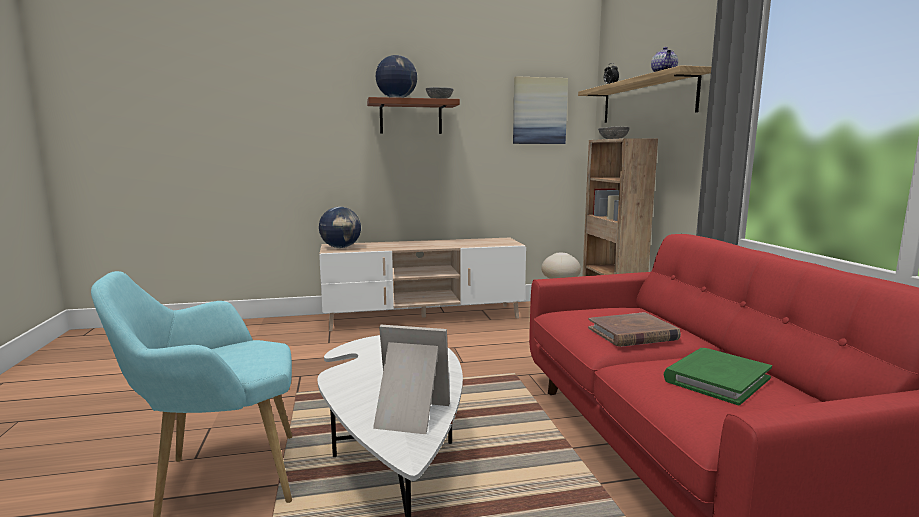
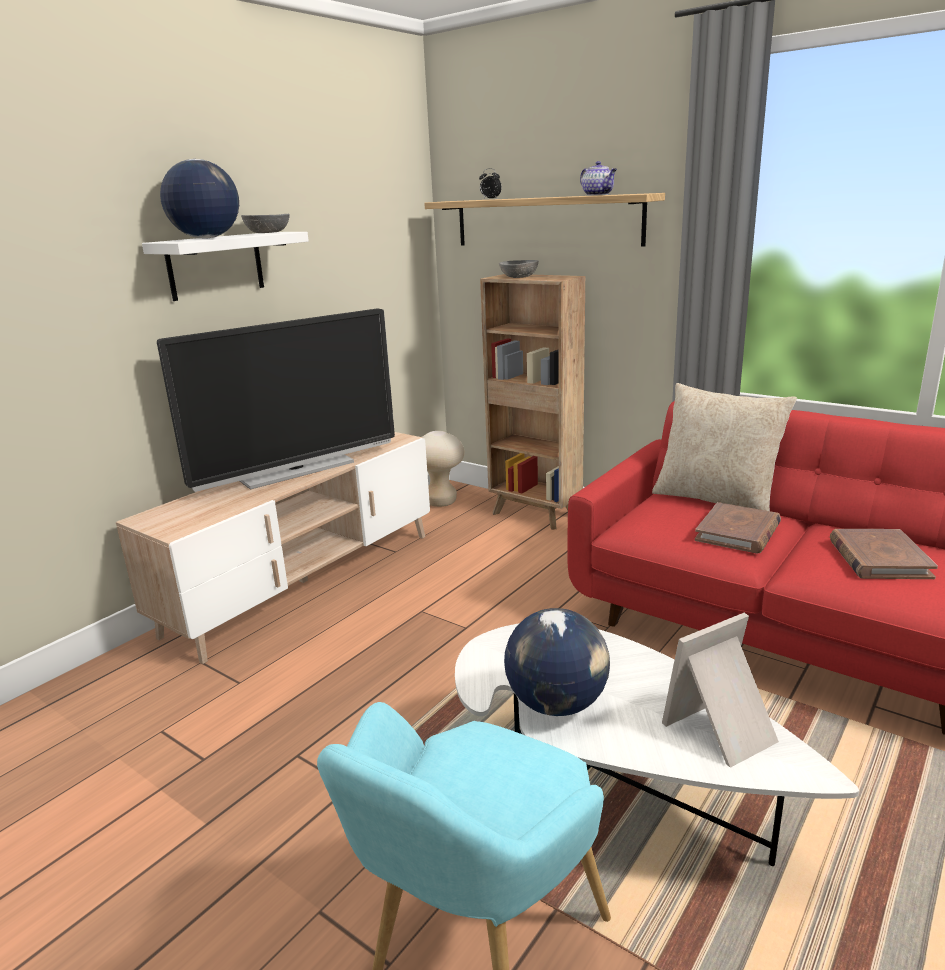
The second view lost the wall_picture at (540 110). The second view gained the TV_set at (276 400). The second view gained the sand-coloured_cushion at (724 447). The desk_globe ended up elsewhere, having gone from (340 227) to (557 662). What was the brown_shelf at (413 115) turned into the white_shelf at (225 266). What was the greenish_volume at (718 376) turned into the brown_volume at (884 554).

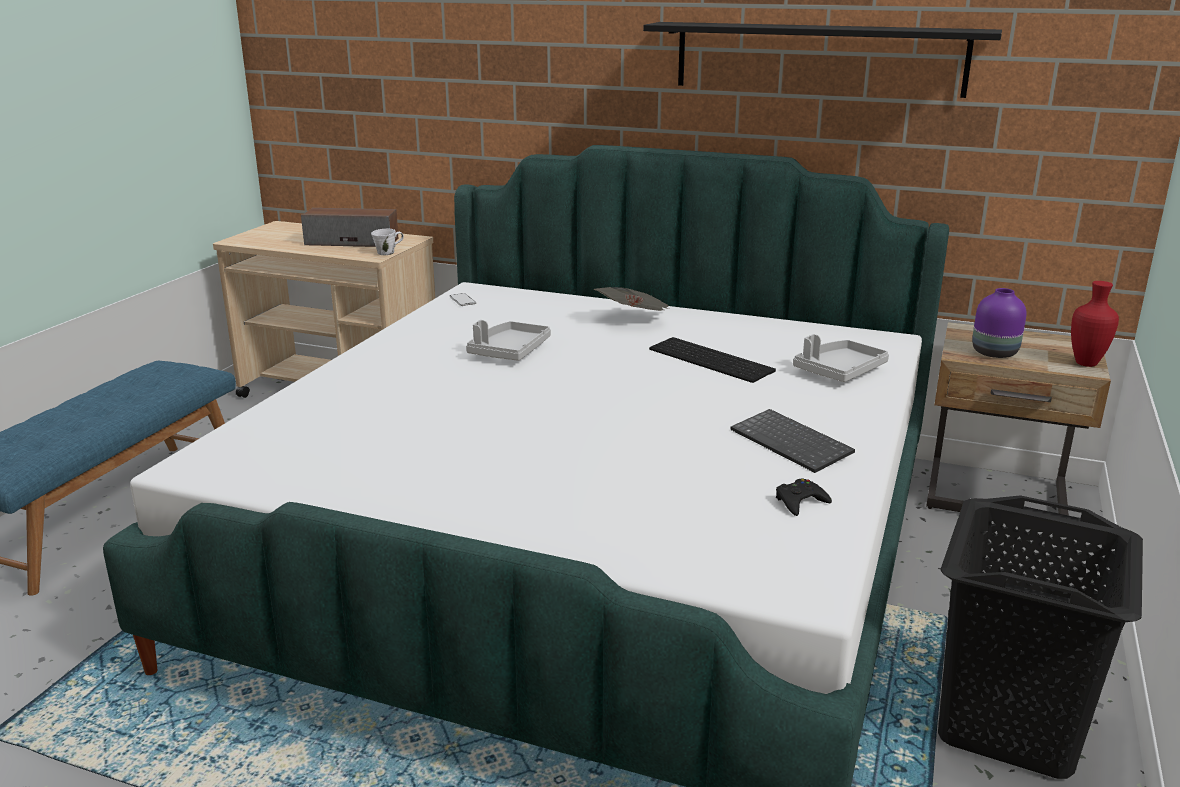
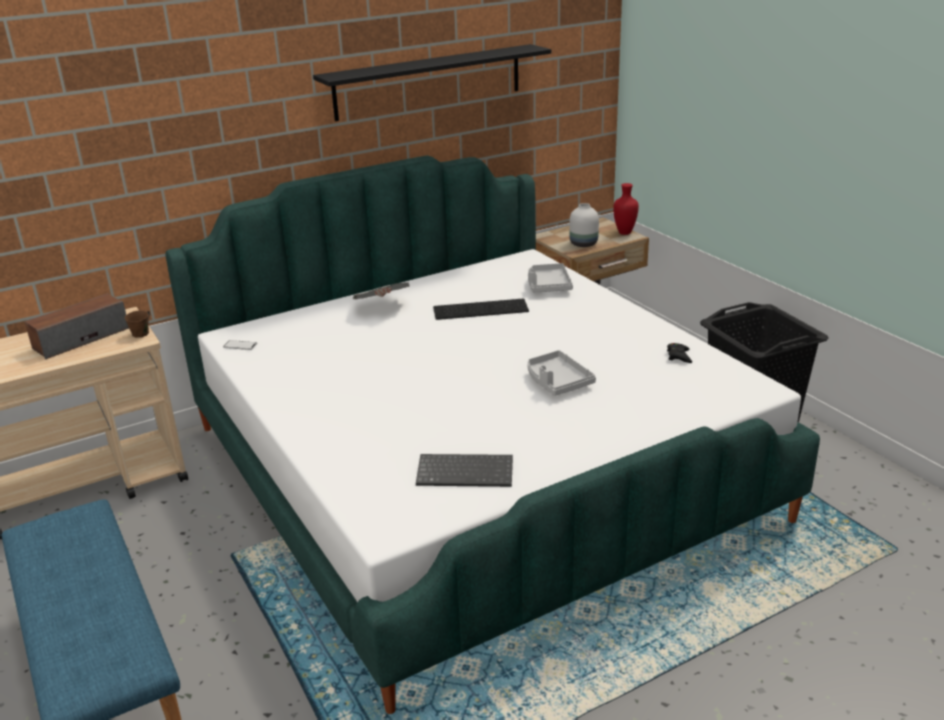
The greyish_serving_tray ended up elsewhere, having gone from (508 340) to (561 373). The keyboard ended up elsewhere, having gone from (793 441) to (464 470). What was the white_tea_mug at (387 242) turned into the brown_tea_mug at (137 324). What was the purplish_flower_vase at (999 323) turned into the white_flower_vase at (584 225).

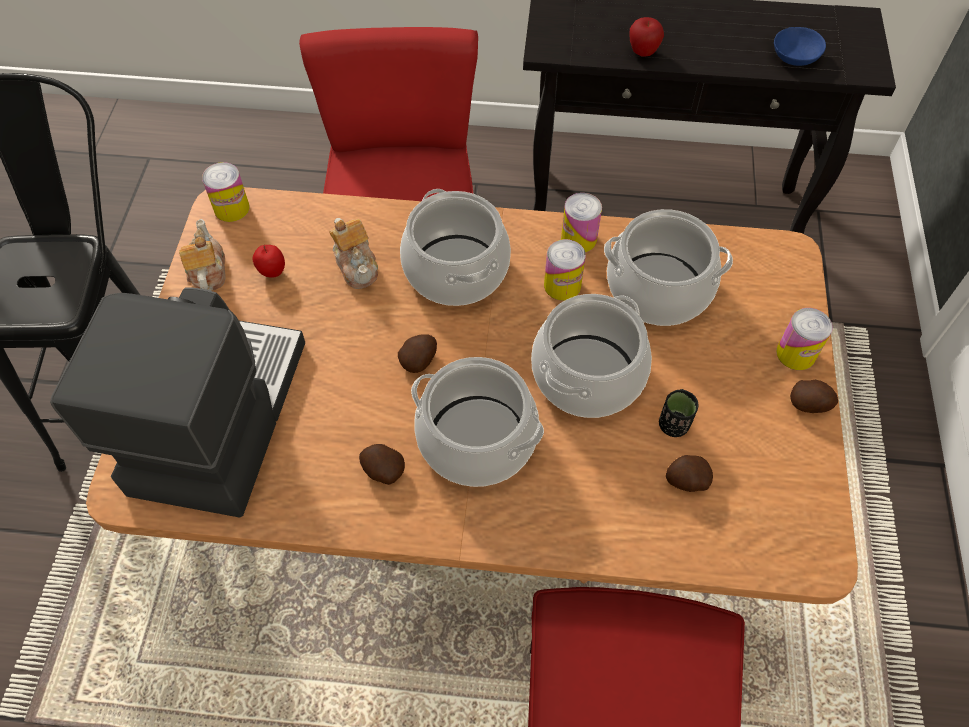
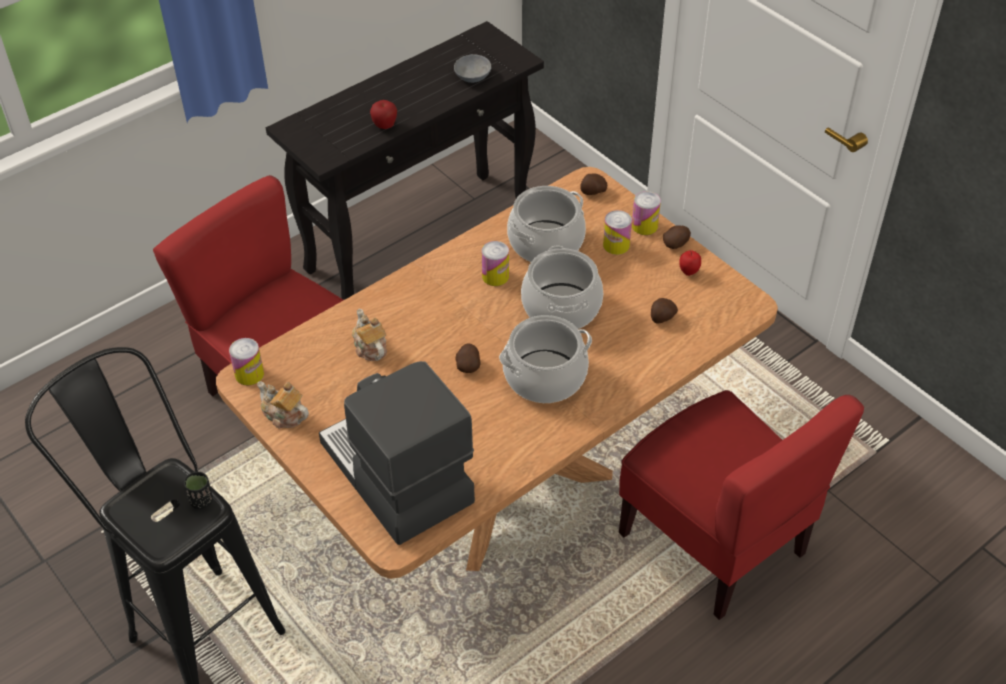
The second view lost the cooking_pot at (455 247). The apple ended up elsewhere, having gone from (268 261) to (690 263). The potato ended up elsewhere, having gone from (382 464) to (593 184). The sealed_can ended up elsewhere, having gone from (581 222) to (617 232). The black_cup ended up elsewhere, having gone from (679 413) to (198 490). What was the bluish_serving_bowl at (800 46) turned into the greyish_serving_bowl at (472 68). The teapot at (353 253) ended up facing another way, 135 degrees counterclockwise from before.

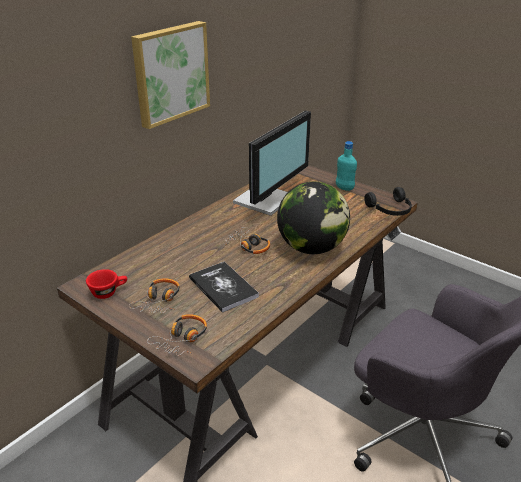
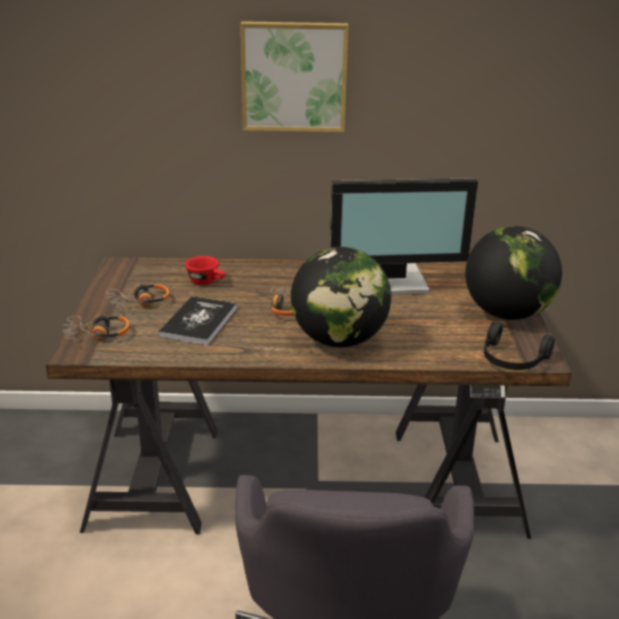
The red_cup ended up elsewhere, having gone from (106 284) to (205 270). Where the turquoise_bottle stood at (346 166), the desk_globe came to stand at (513 273).

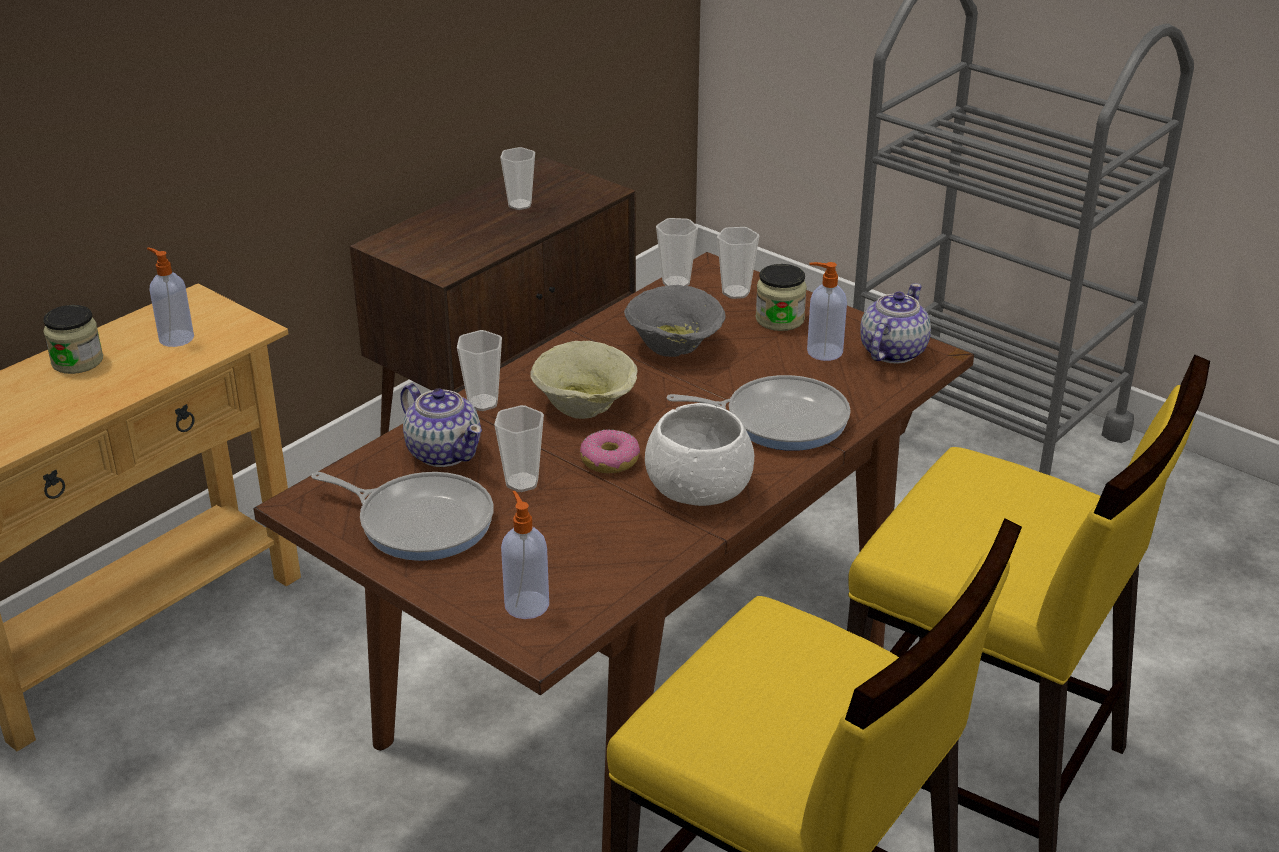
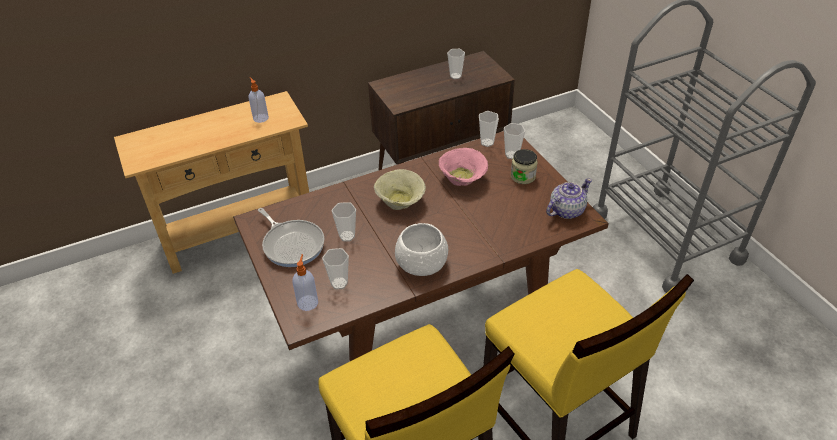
The second view lost the jar at (73 339). The second view lost the teapot at (441 425). The second view lost the donut at (610 451). The second view lost the skillet at (758 413). The second view lost the soap_dispenser at (827 311). The cup ended up elsewhere, having gone from (479 370) to (335 269). What was the greyish_serving_bowl at (675 321) turned into the pink_serving_bowl at (463 167).

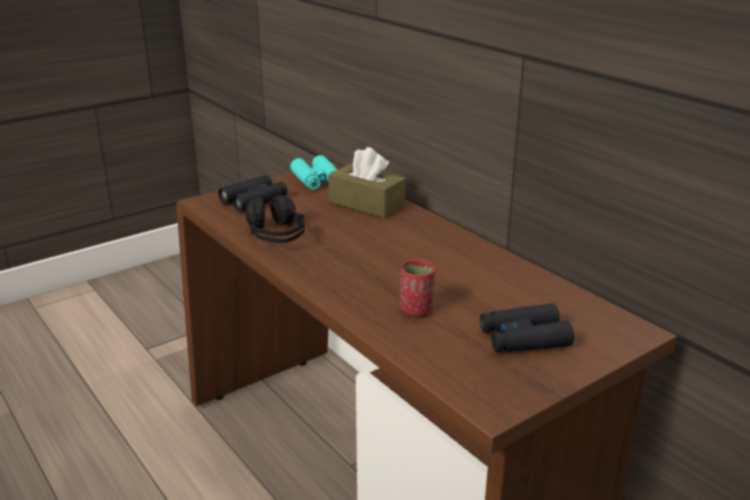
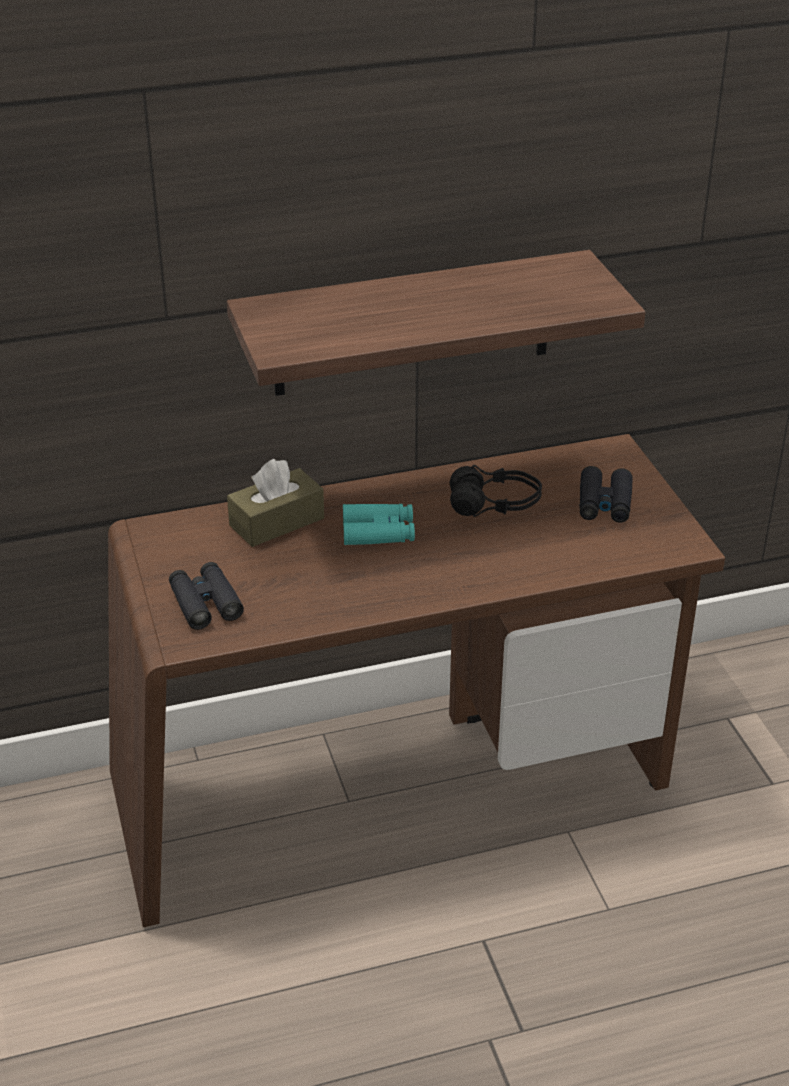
The second view lost the red_cup at (417 287). The second view gained the shelf at (436 323). The black_pair_of_headphones ended up elsewhere, having gone from (275 219) to (495 491). The turquoise_field_glasses ended up elsewhere, having gone from (313 172) to (379 524).

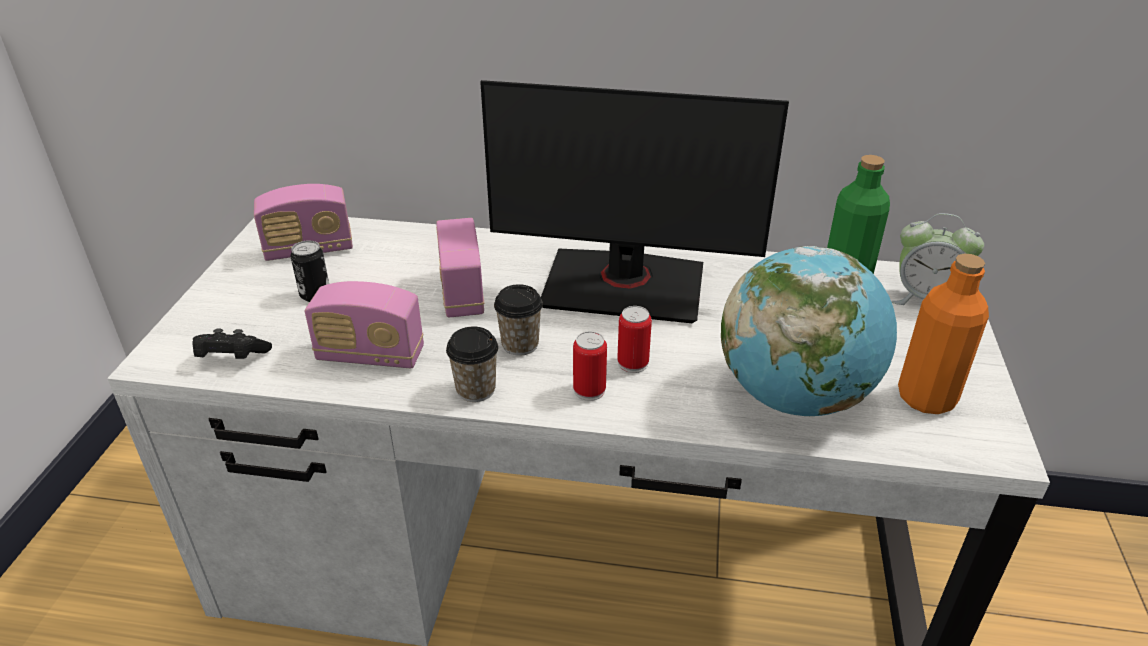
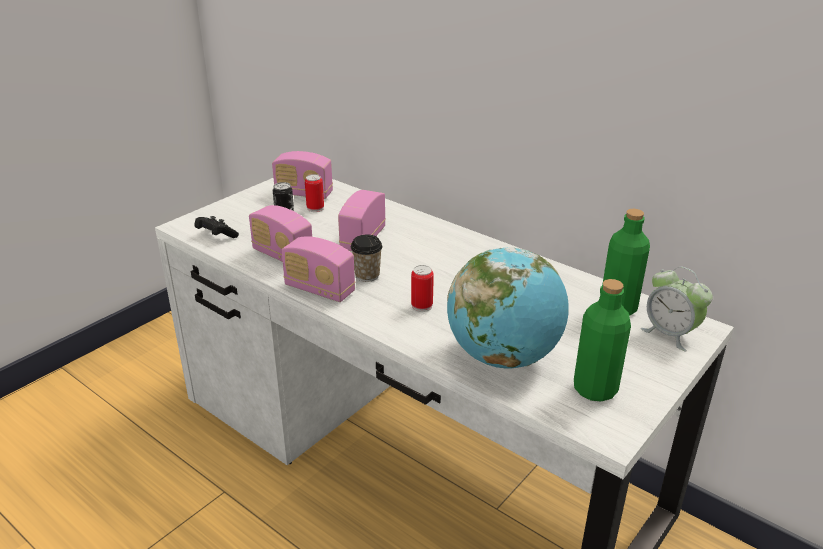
The second view lost the monitor at (634 201). The sealed_can ended up elsewhere, having gone from (590 366) to (314 193). Where the cup stood at (472 364), the radio came to stand at (318 269). What was the orange_bottle at (943 334) turned into the greenish_bottle at (602 340).

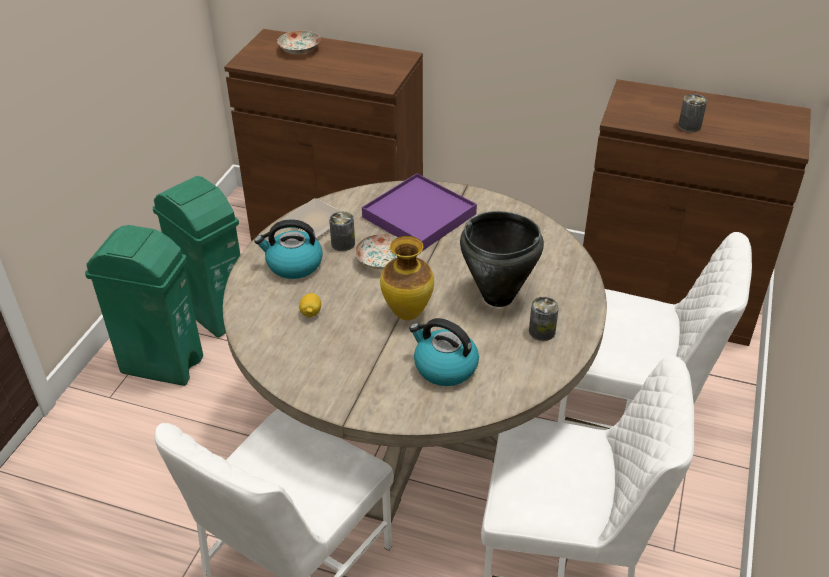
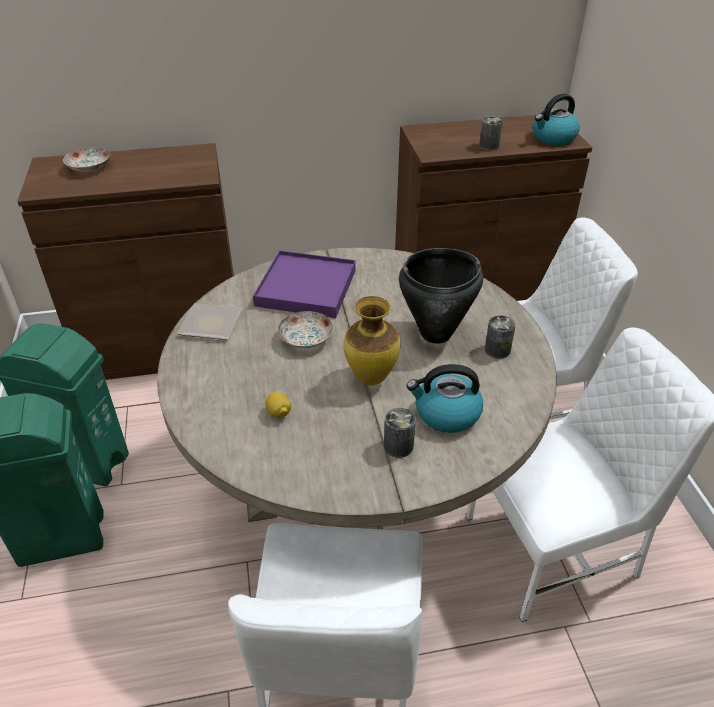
The tea_kettle ended up elsewhere, having gone from (288 249) to (556 119). The sealed_can ended up elsewhere, having gone from (342 231) to (400 433).

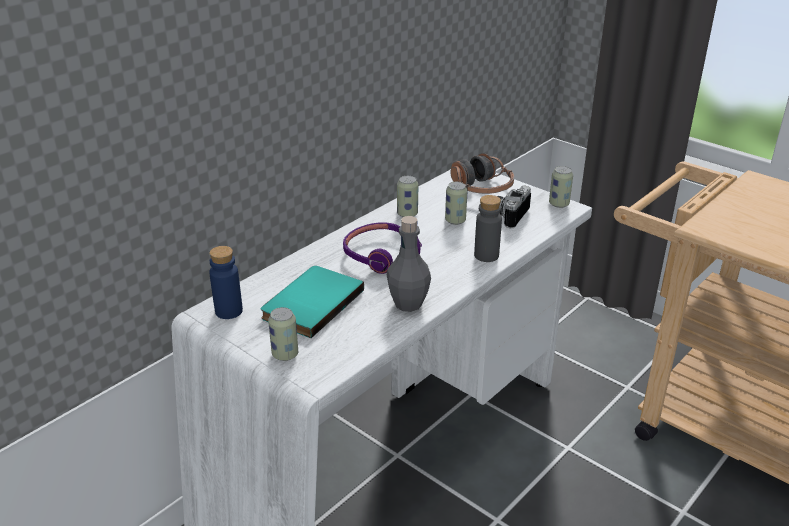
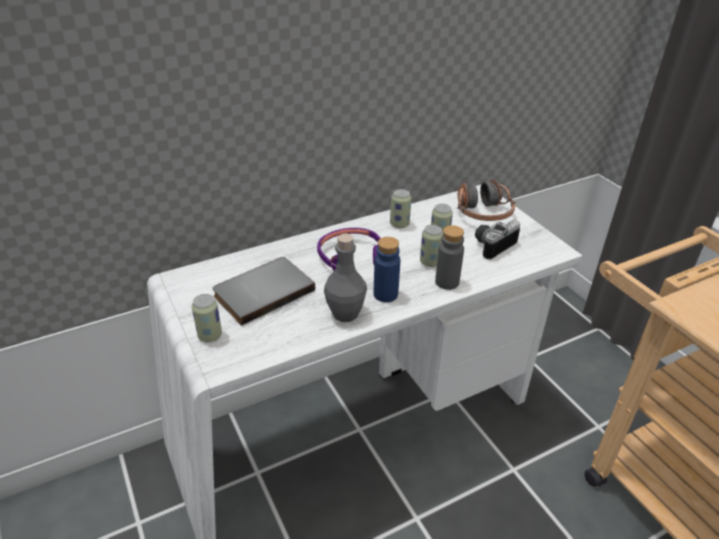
The bluish_bottle ended up elsewhere, having gone from (226 282) to (387 269). The sealed_can ended up elsewhere, having gone from (561 187) to (432 245). What was the turquoise_volume at (312 302) turned into the greyish_volume at (264 291).

